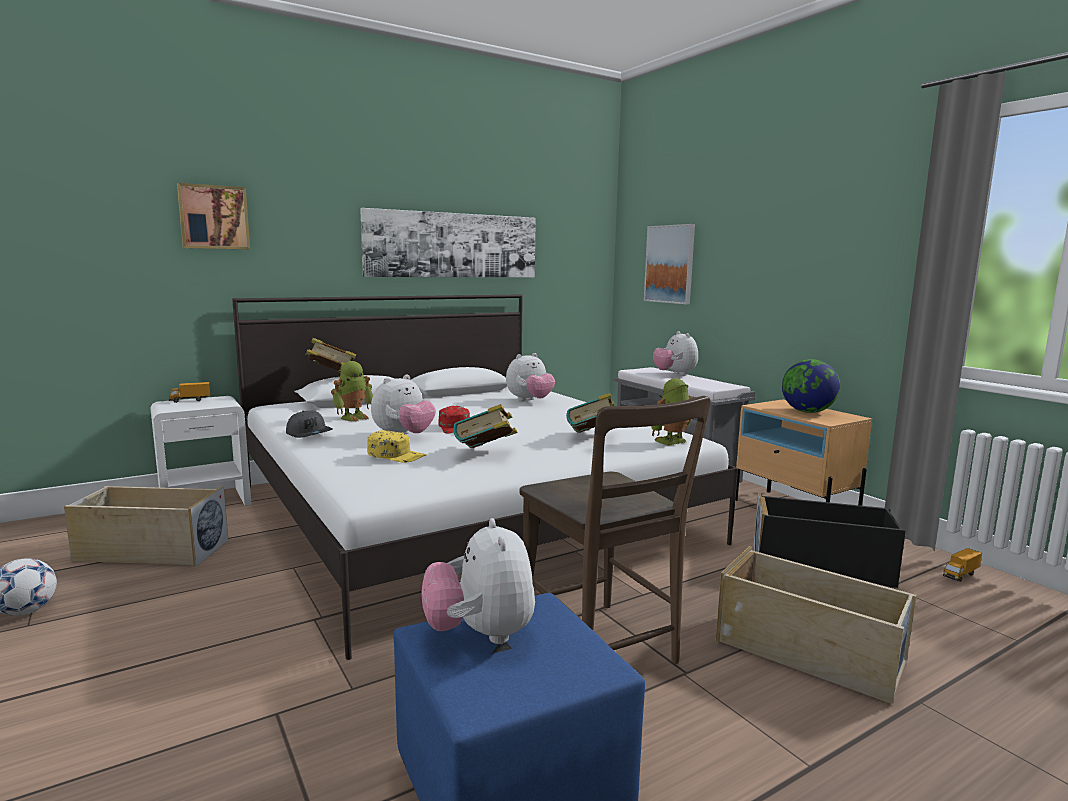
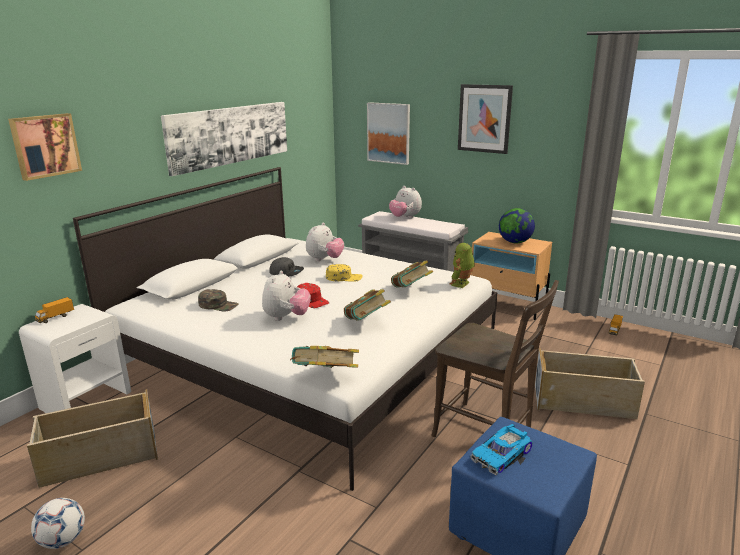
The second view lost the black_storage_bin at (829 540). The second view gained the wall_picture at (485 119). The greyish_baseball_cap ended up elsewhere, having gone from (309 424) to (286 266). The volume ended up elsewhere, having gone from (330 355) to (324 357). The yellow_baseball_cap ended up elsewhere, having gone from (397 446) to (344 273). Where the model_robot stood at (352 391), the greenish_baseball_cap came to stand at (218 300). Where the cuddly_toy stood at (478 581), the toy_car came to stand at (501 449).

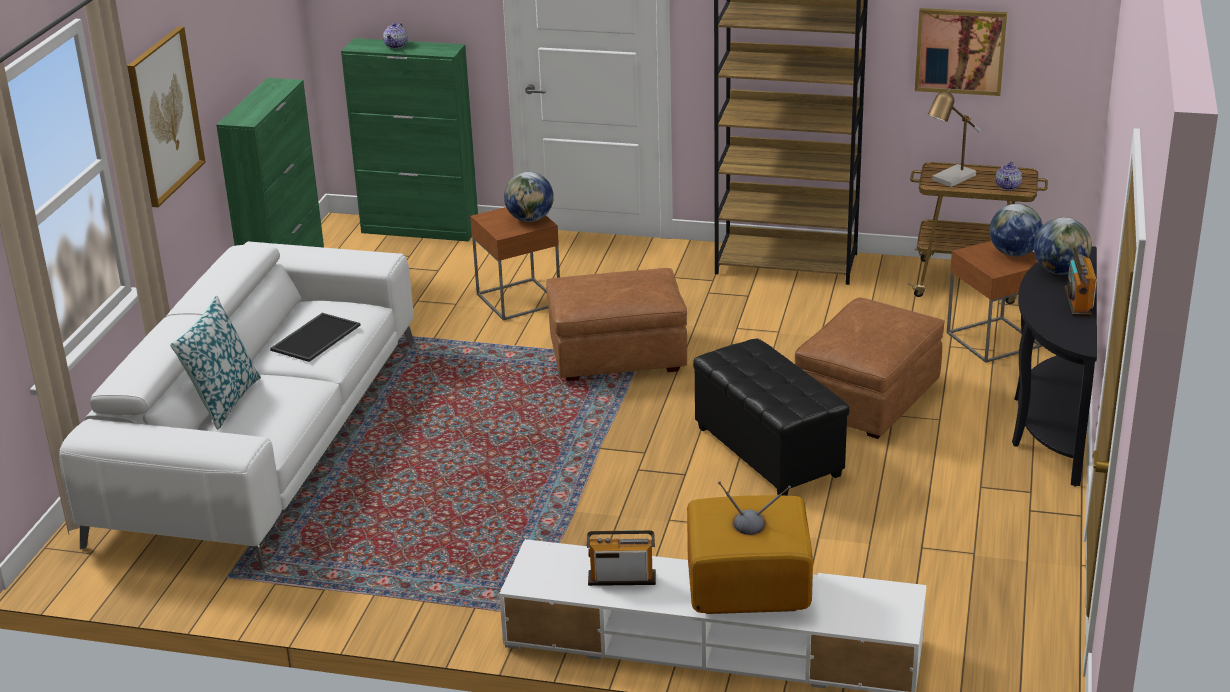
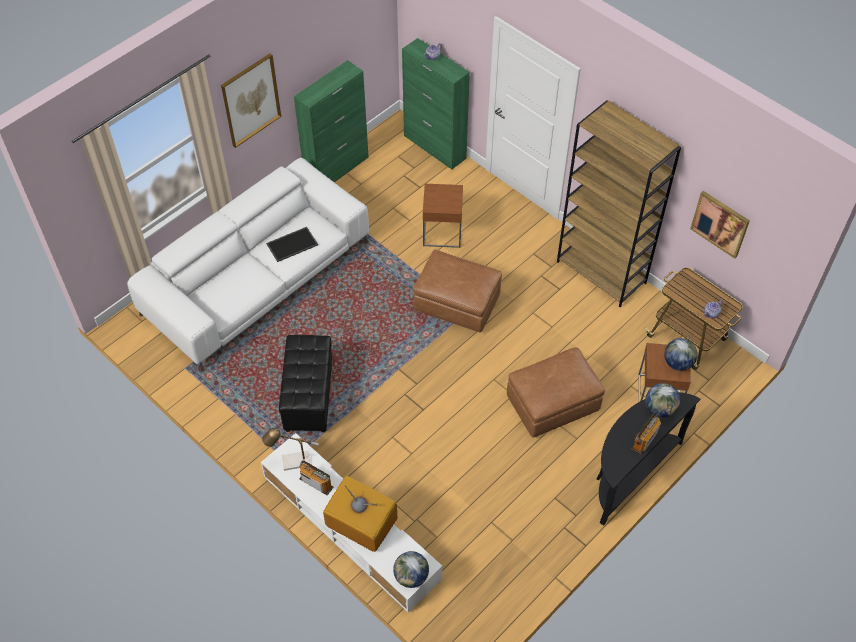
The second view lost the cushion at (215 362). The desk_globe ended up elsewhere, having gone from (529 197) to (411 569). The black_pouffe ended up elsewhere, having gone from (771 417) to (305 383). The table_lamp ended up elsewhere, having gone from (954 137) to (290 449).

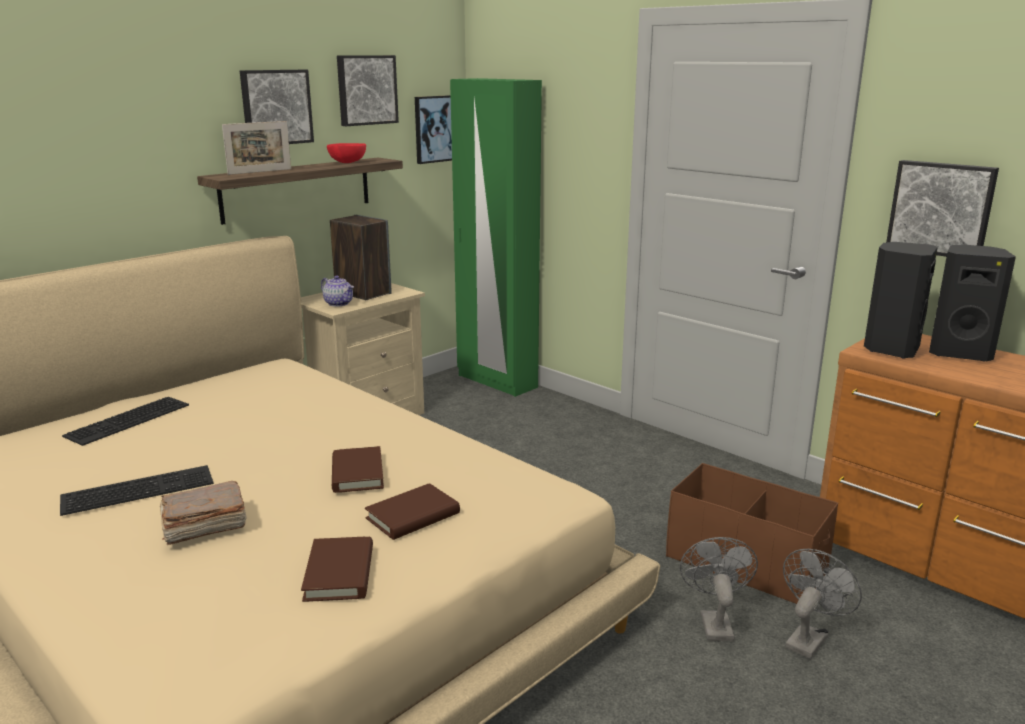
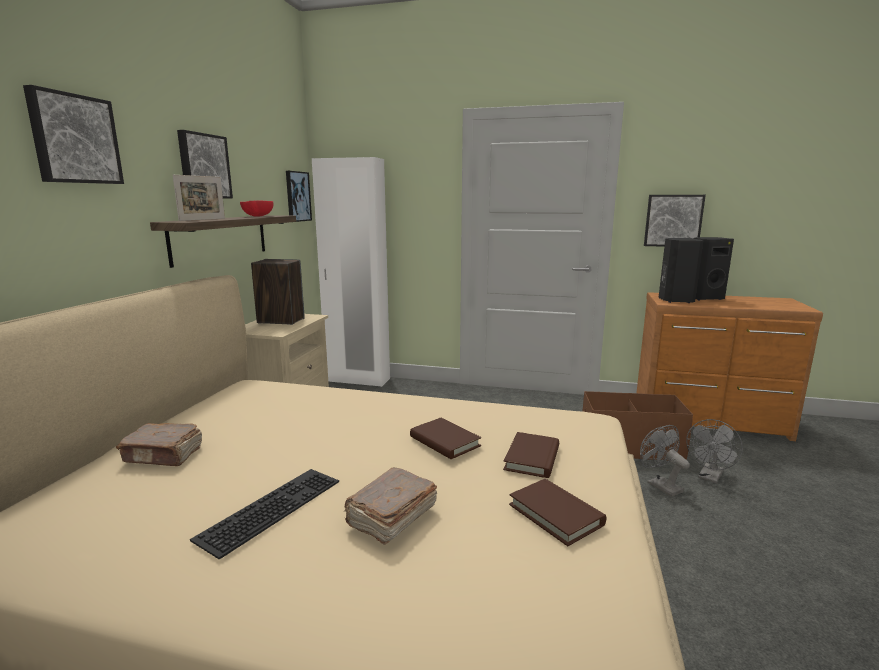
The second view lost the teapot at (337 291). The wall_picture ended up elsewhere, having gone from (368 90) to (73 134). Where the keyboard stood at (125 421), the brown_volume came to stand at (159 444). What was the greenish_armoire at (496 237) turned into the white_armoire at (351 272). The greyish_cooling_fan at (822 604) ended up facing another way, 150 degrees counterclockwise from before.

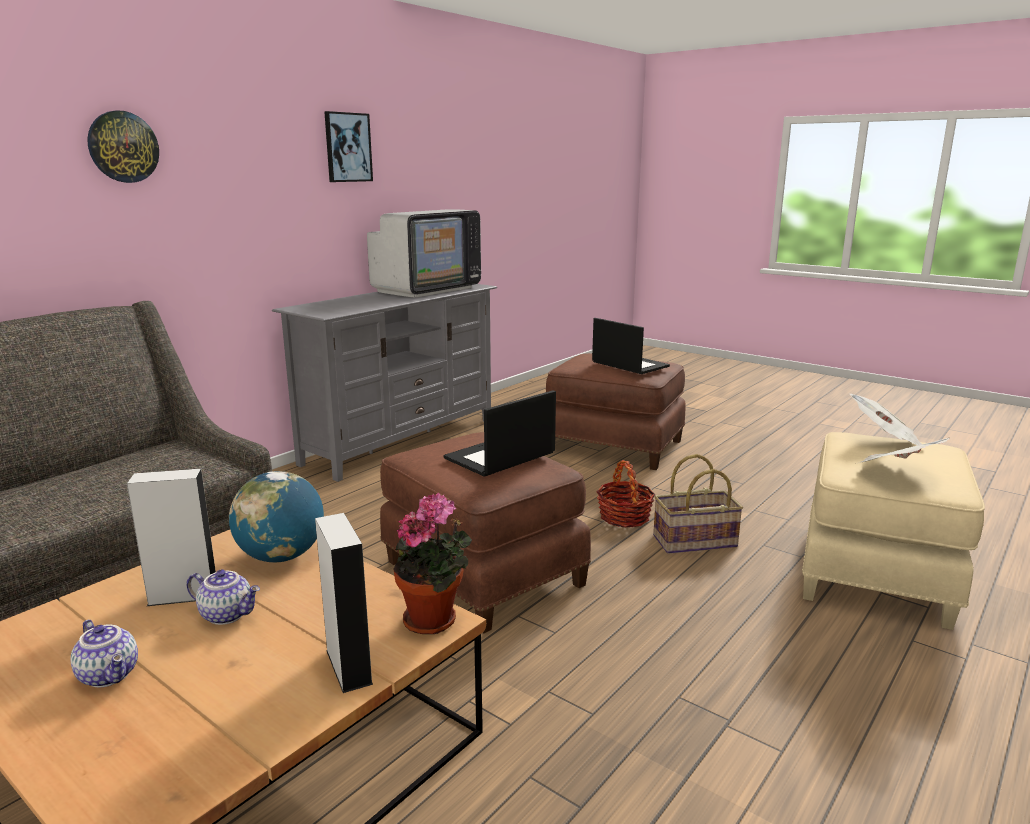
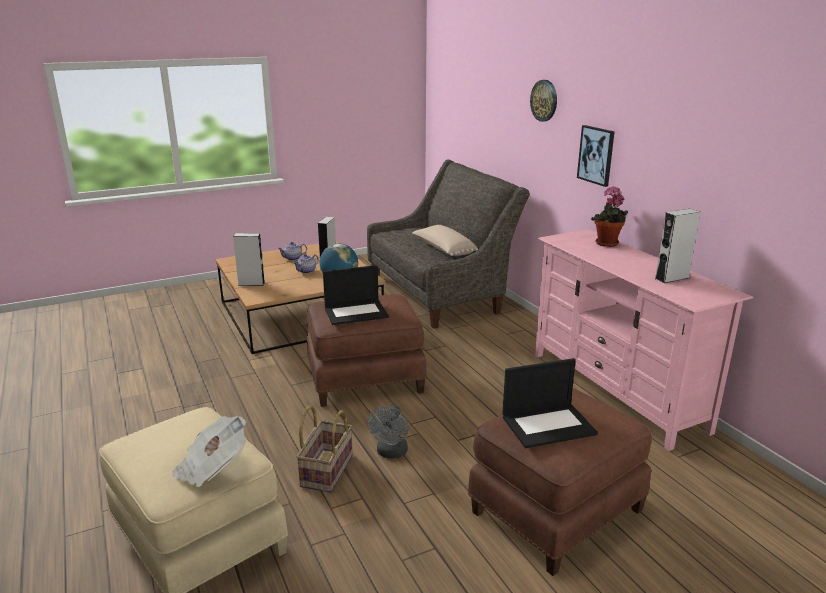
The second view lost the daily_paper at (902 451). The second view gained the sand-coloured_cushion at (445 240). The wall_picture ended up elsewhere, having gone from (348 146) to (596 156). The plant_in_a_pot ended up elsewhere, having gone from (432 563) to (609 216). Where the TV_set stood at (424 253), the greyish_loudspeaker came to stand at (678 246). Where the storage_basket stood at (626 493), the greyish_cooling_fan came to stand at (388 432). What was the greyish_tv_unit at (384 383) turned into the pink_tv_unit at (644 340). The portable_computer at (500 433) ended up facing another way, 90 degrees clockwise from before.

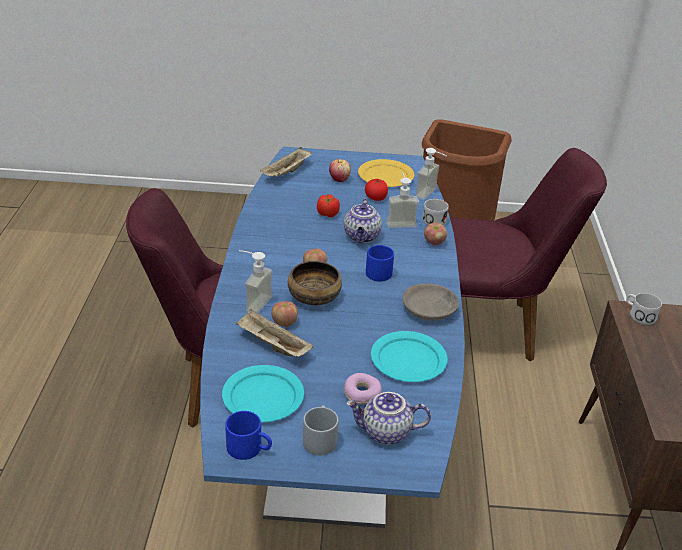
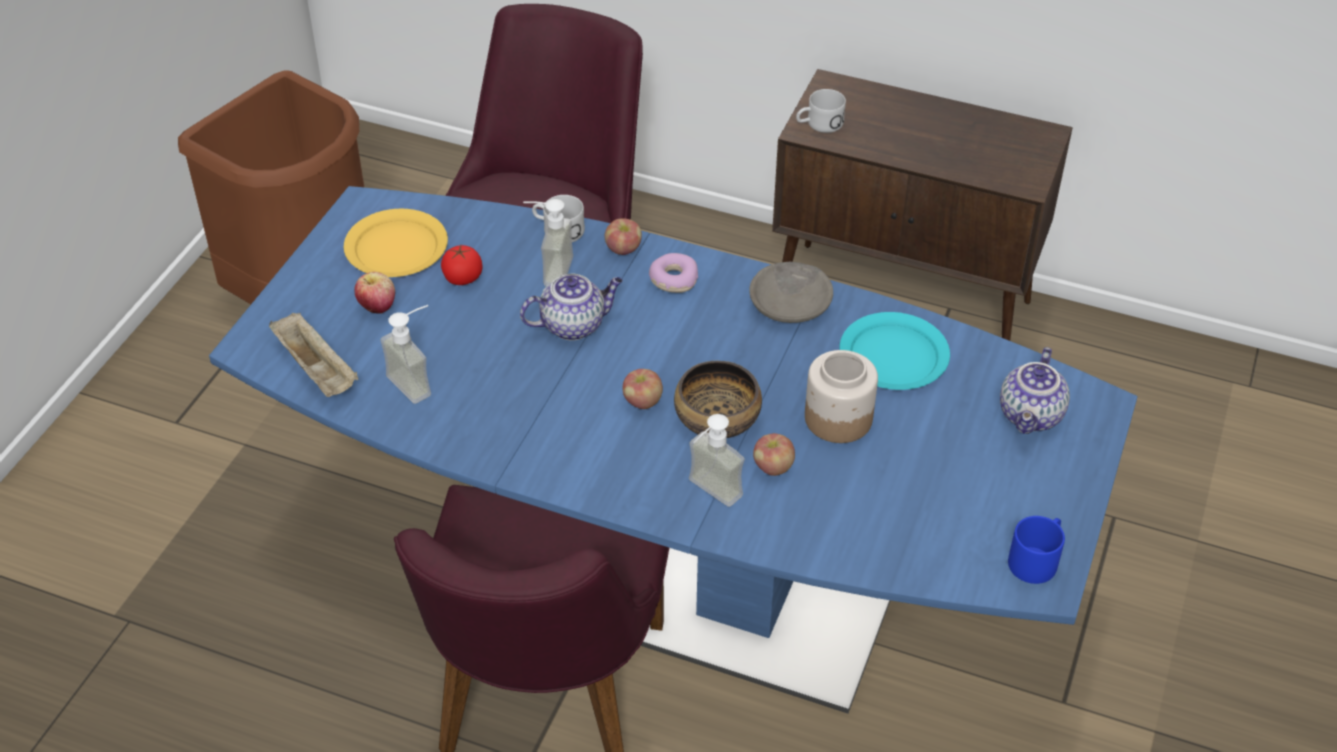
The second view lost the turquoise_dinner_plate at (263 393). The second view lost the sand-coloured_serving_tray at (275 333). The second view lost the greyish_tea_mug at (320 430). The second view lost the fresh_tomato at (328 205). The second view lost the bluish_tea_mug at (380 263). The second view gained the jar at (841 396). The donut ended up elsewhere, having gone from (362 388) to (673 273). The soap_dispenser ended up elsewhere, having gone from (431 174) to (406 354). The teapot at (363 220) ended up facing another way, 45 degrees counterclockwise from before.

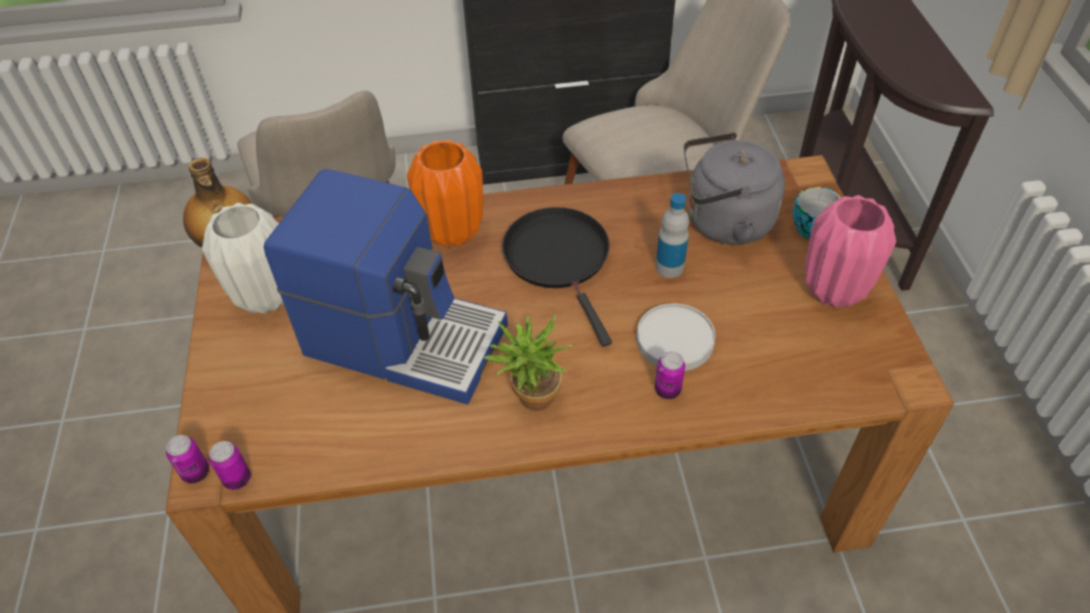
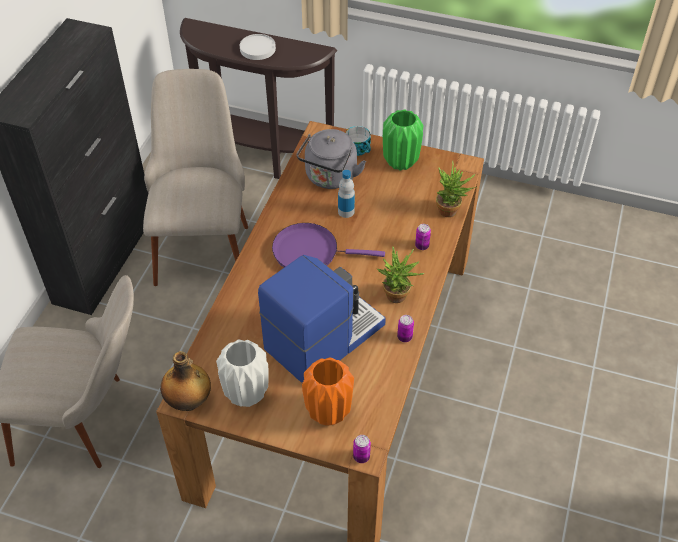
The second view gained the plant_in_a_pot at (456 189). The sealed_can ended up elsewhere, having gone from (230 465) to (405 328). The orange_flower_vase ended up elsewhere, having gone from (445 194) to (328 391). The white_dinner_plate ended up elsewhere, having gone from (676 337) to (258 47). What was the black_skillet at (557 277) turned into the purplish_skillet at (328 245). What was the pink_flower_vase at (850 251) turned into the greenish_flower_vase at (403 140).

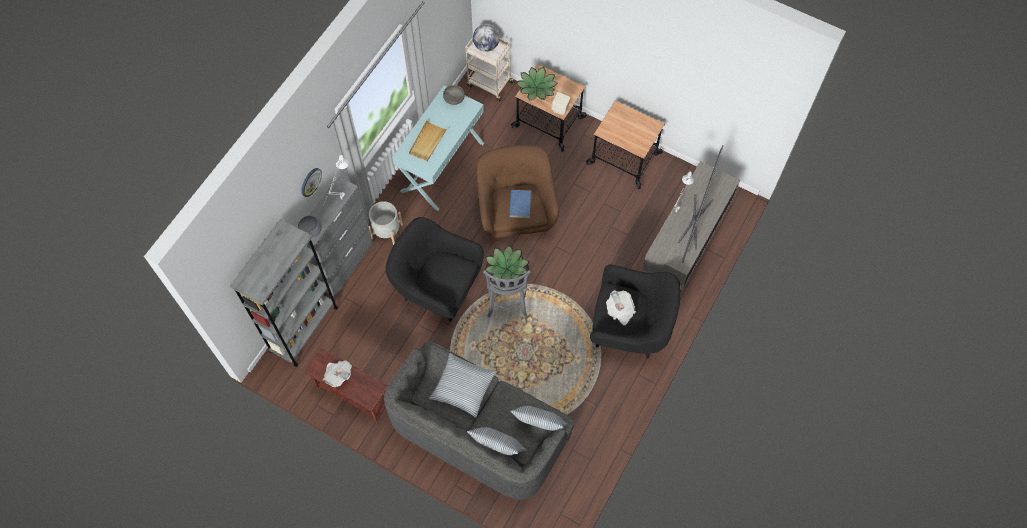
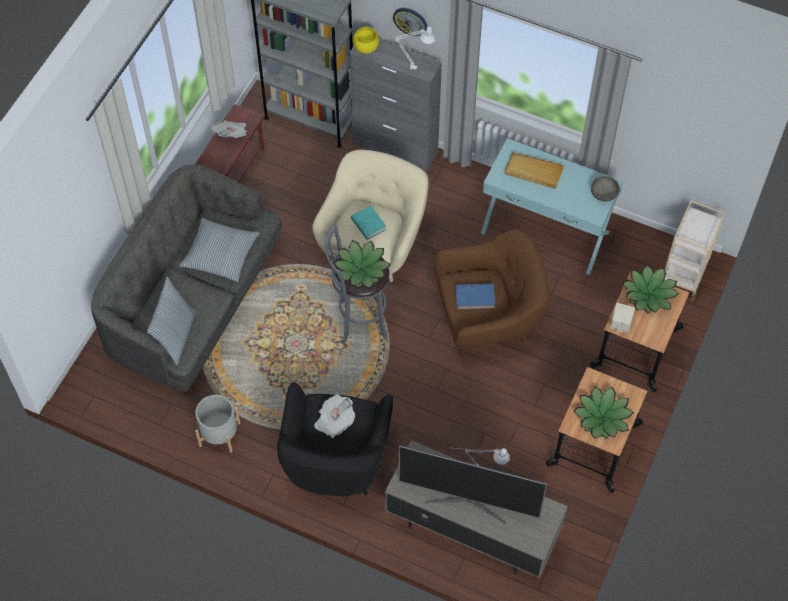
The second view lost the cushion at (496 441). The second view lost the desk_globe at (486 38). The second view gained the turquoise_volume at (368 222). The second view gained the plant_in_a_pot at (603 412). The greyish_planter ended up elsewhere, having gone from (386 223) to (217 424). What was the greyish_serving_bowl at (310 227) turned into the yellow_serving_bowl at (366 40). What was the black_easy_chair at (434 269) turned into the sand-coloured_easy_chair at (370 216).

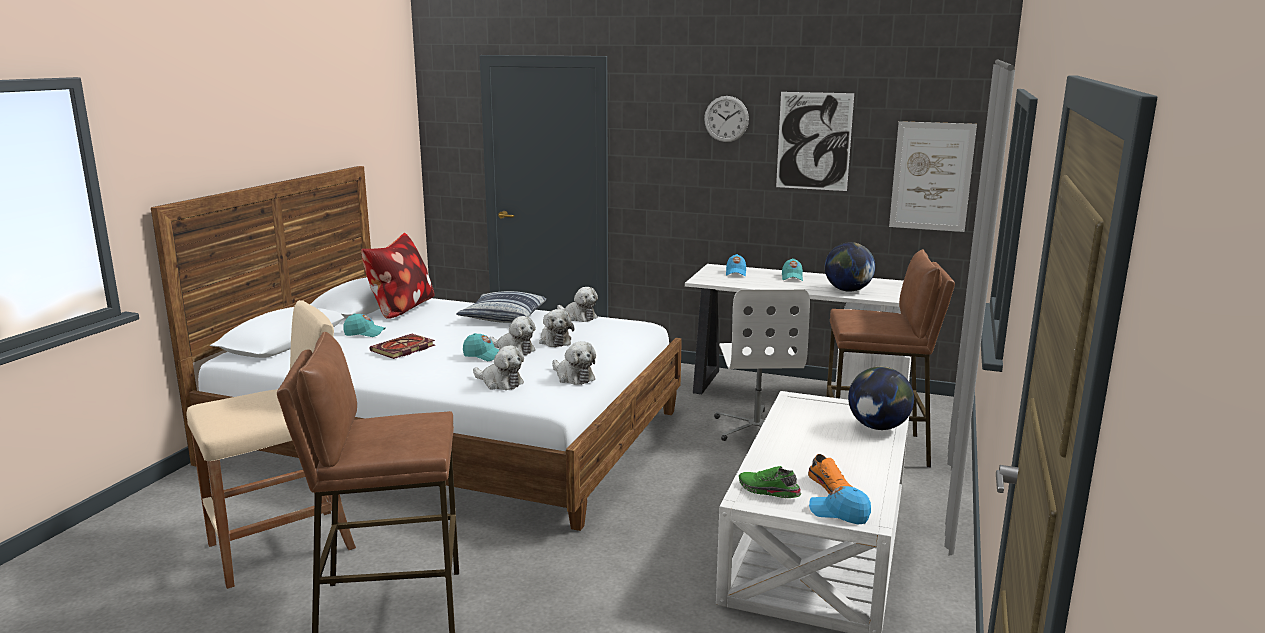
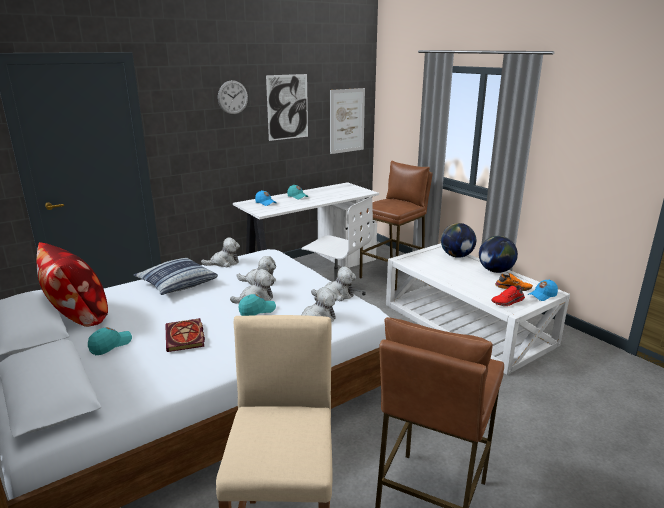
The desk_globe ended up elsewhere, having gone from (850 267) to (498 254). What was the greenish_shoe at (770 482) turned into the red_shoe at (508 295).

